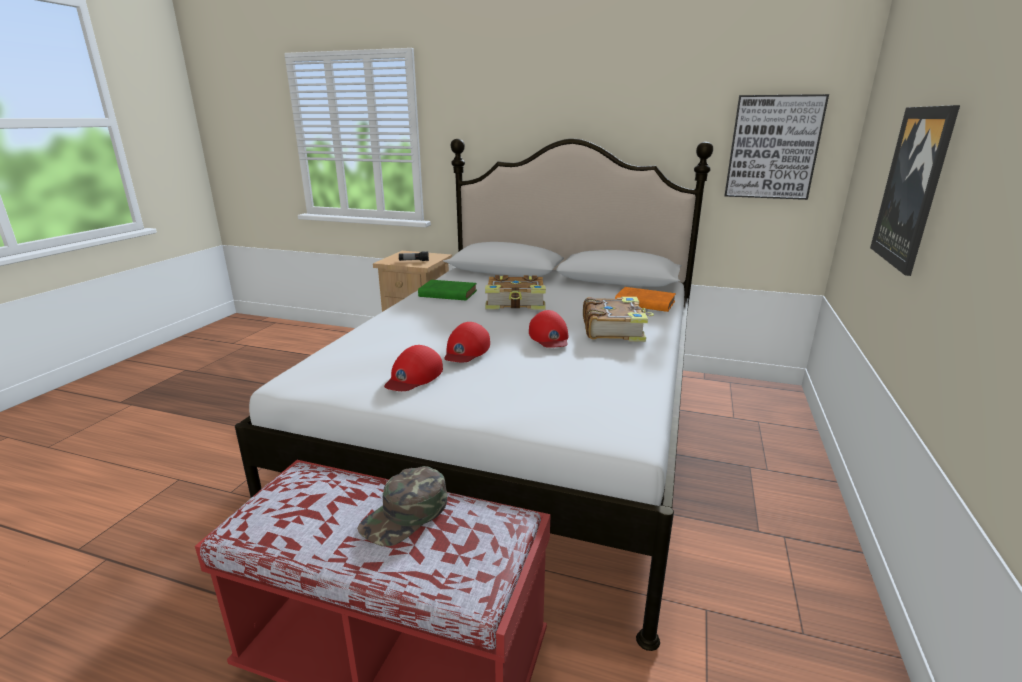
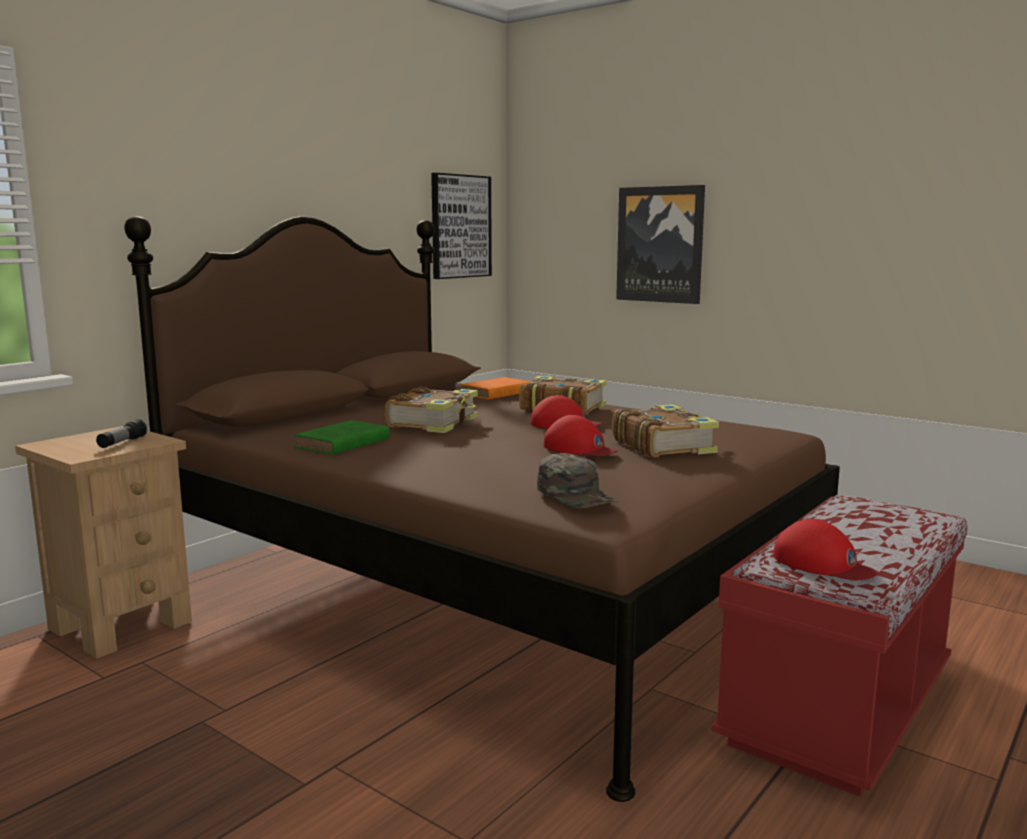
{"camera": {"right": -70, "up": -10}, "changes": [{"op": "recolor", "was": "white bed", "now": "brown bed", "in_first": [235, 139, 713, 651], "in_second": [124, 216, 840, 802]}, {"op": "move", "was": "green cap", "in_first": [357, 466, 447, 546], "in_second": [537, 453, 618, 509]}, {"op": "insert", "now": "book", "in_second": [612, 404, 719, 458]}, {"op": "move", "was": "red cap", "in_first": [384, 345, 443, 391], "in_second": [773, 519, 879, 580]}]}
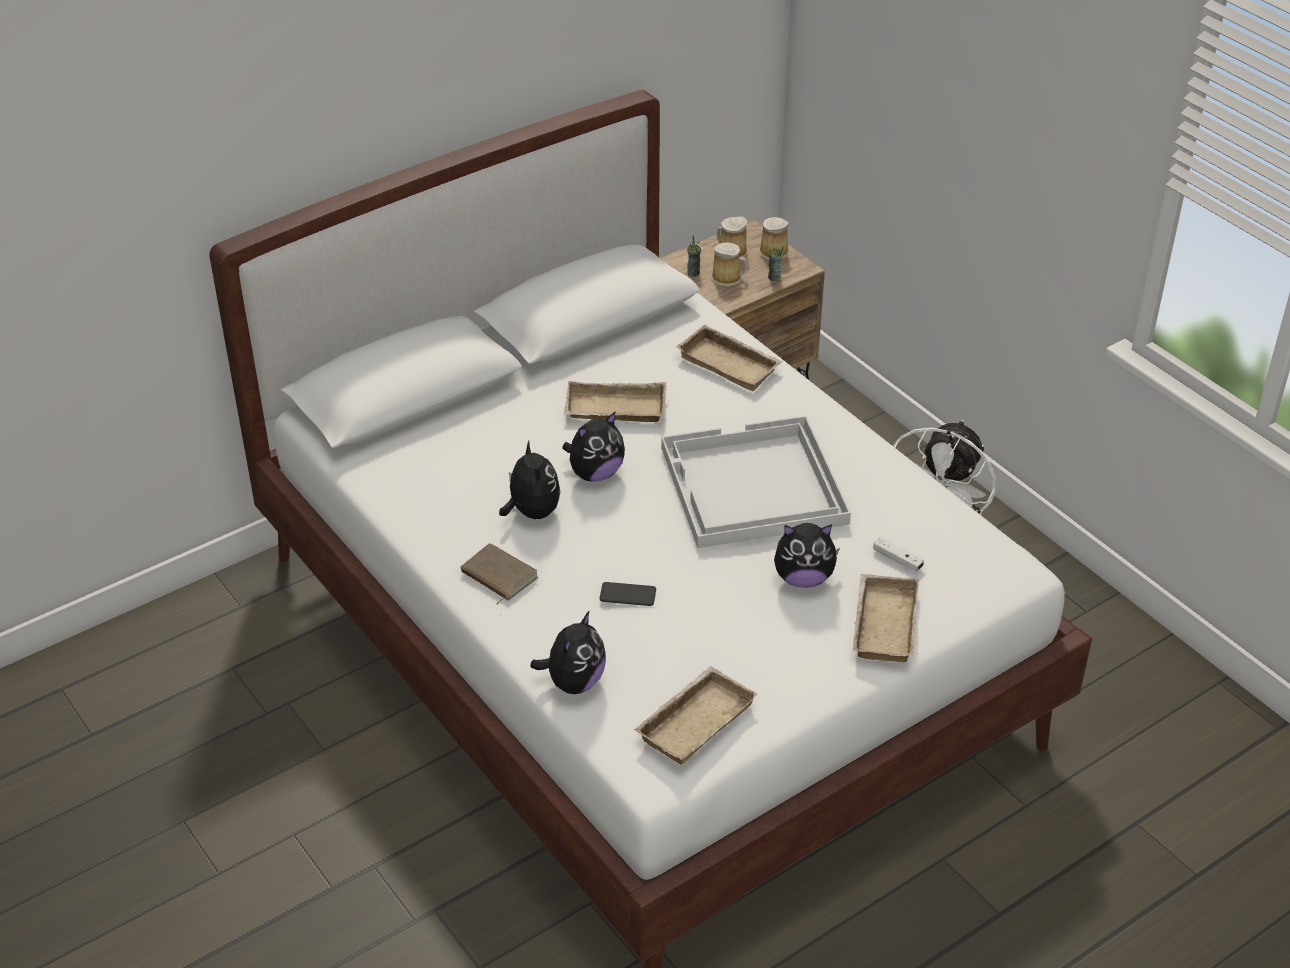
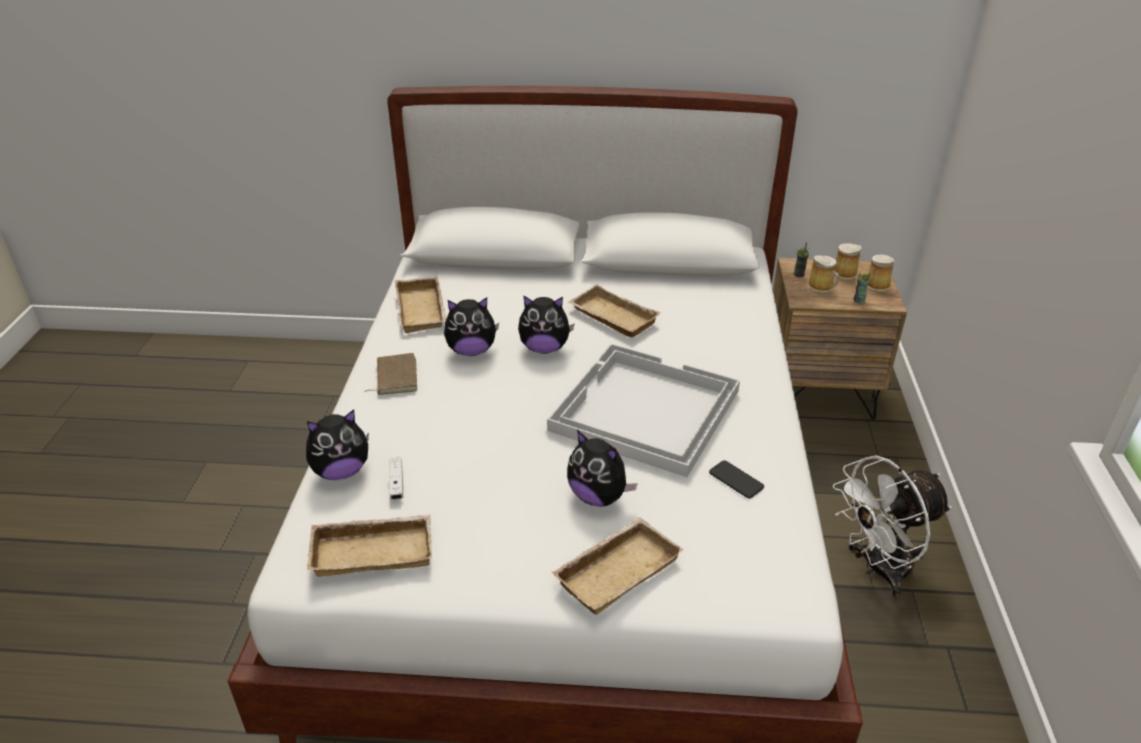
{"camera": {"right": 40, "up": -5}, "changes": [{"op": "move", "was": "white game controller", "in_first": [873, 537, 924, 571], "in_second": [389, 458, 403, 500]}, {"op": "move", "was": "beige tray", "in_first": [676, 324, 783, 391], "in_second": [395, 277, 447, 333]}, {"op": "rotate", "was": "plush toy", "in_first": [499, 441, 560, 519], "in_second": [444, 297, 499, 356], "clockwise": 60}, {"op": "move", "was": "phone", "in_first": [600, 582, 656, 606], "in_second": [709, 460, 764, 498]}]}
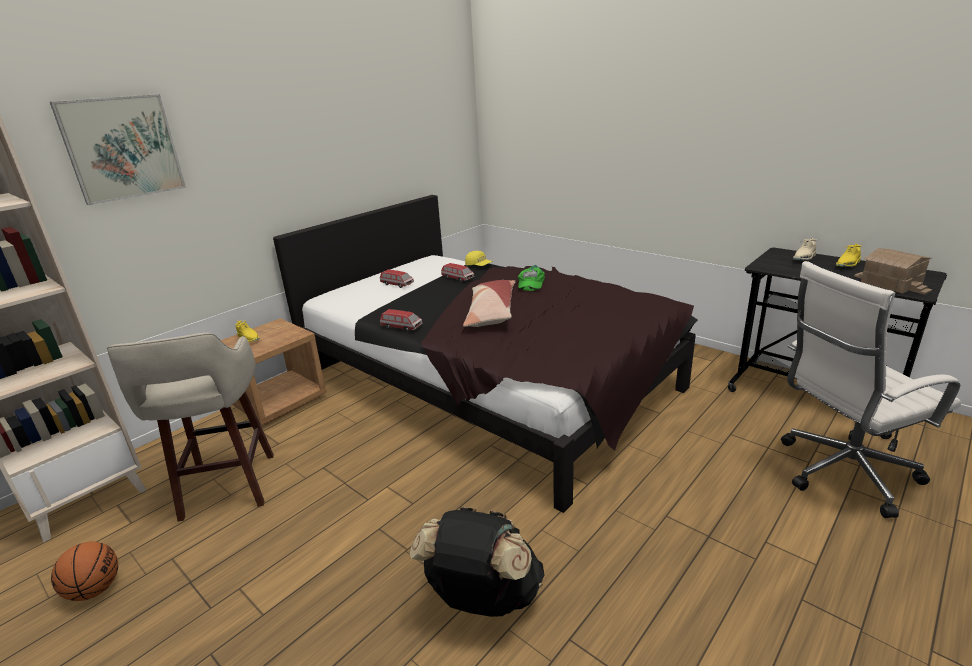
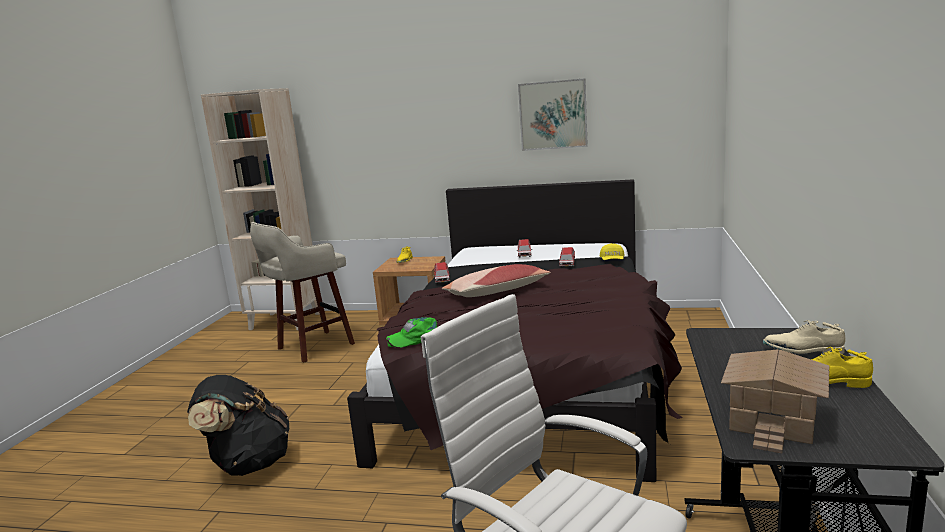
{"camera": {"right": 60, "up": -10}, "changes": [{"op": "move", "was": "green cap", "in_first": [518, 265, 545, 291], "in_second": [386, 317, 437, 348]}, {"op": "move", "was": "picture", "in_first": [50, 94, 186, 205], "in_second": [518, 78, 588, 151]}, {"op": "delete", "was": "basketball", "in_first": [51, 542, 118, 601]}]}
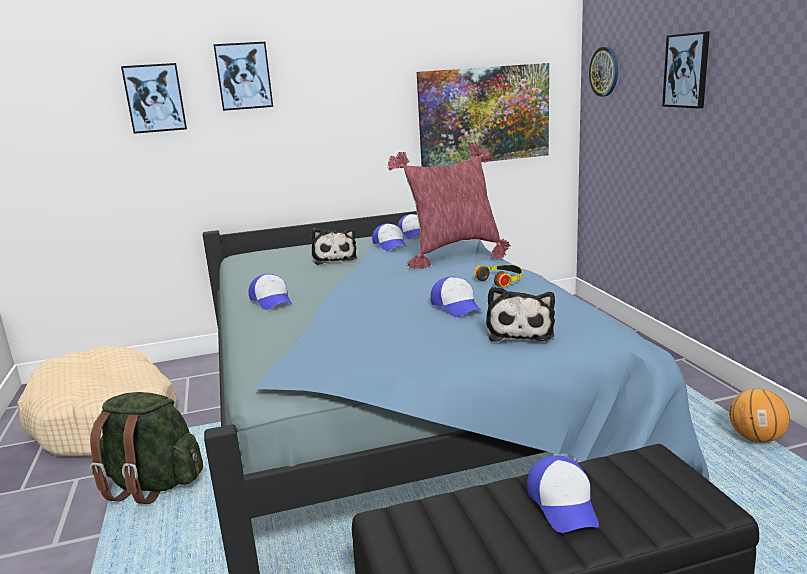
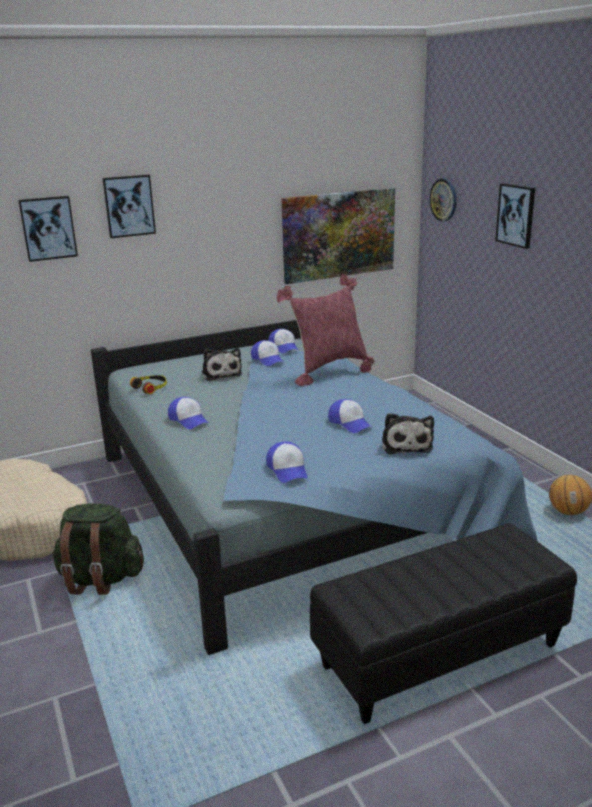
{"camera": {"right": -10, "up": 5}, "changes": [{"op": "move", "was": "headphones", "in_first": [475, 265, 523, 287], "in_second": [130, 375, 167, 394]}, {"op": "move", "was": "cap", "in_first": [527, 456, 599, 533], "in_second": [266, 442, 308, 483]}]}
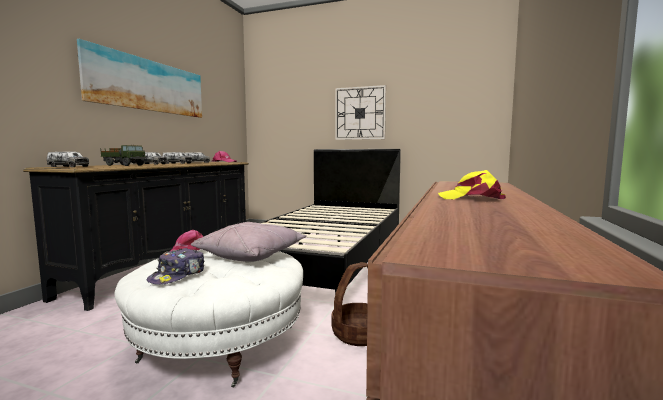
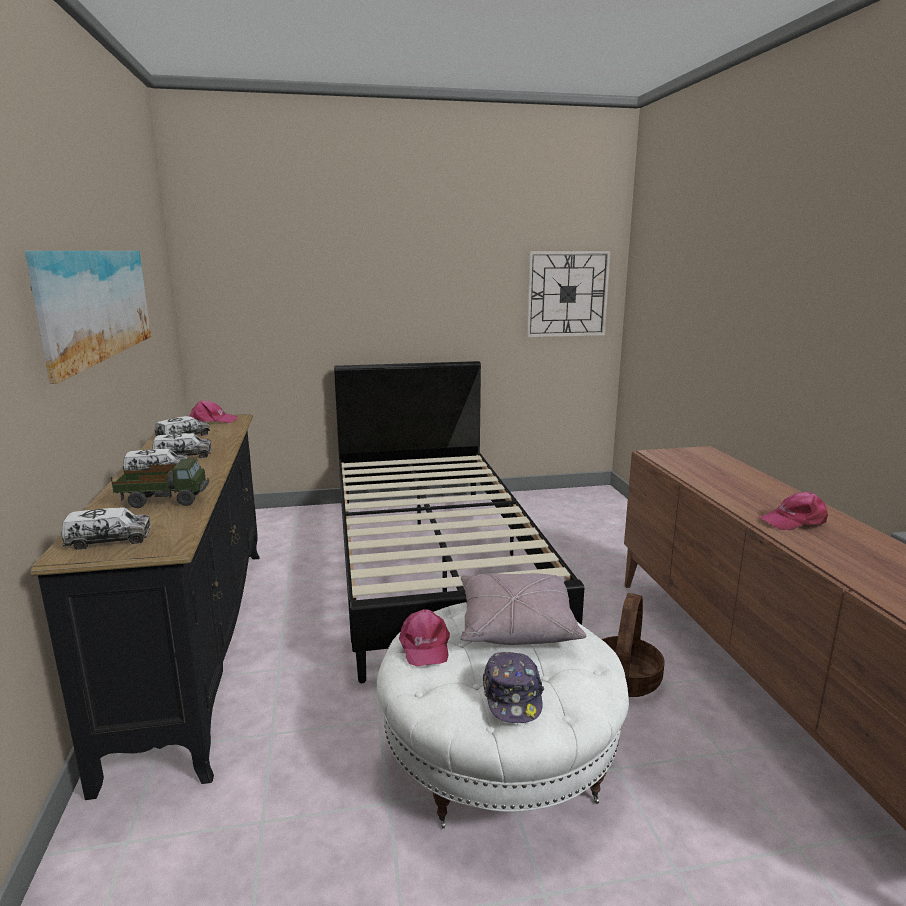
{"camera": {"right": -30, "up": 10}, "changes": [{"op": "move", "was": "wall clock", "in_first": [335, 85, 386, 140], "in_second": [526, 251, 611, 337]}, {"op": "recolor", "was": "yellow cap", "now": "pink cap", "in_first": [438, 170, 506, 199], "in_second": [759, 492, 828, 530]}]}
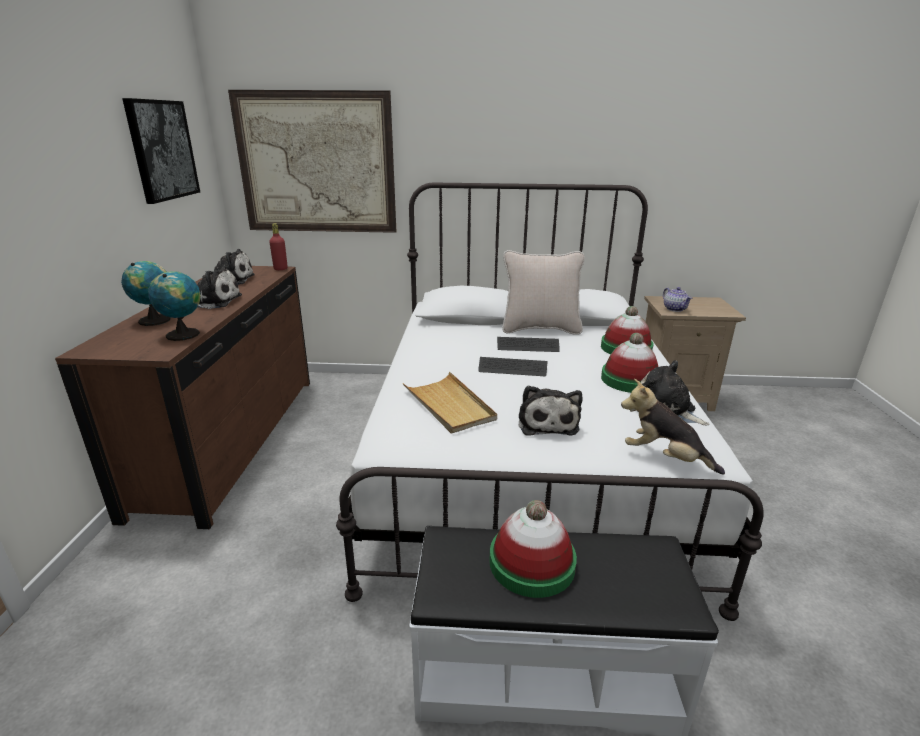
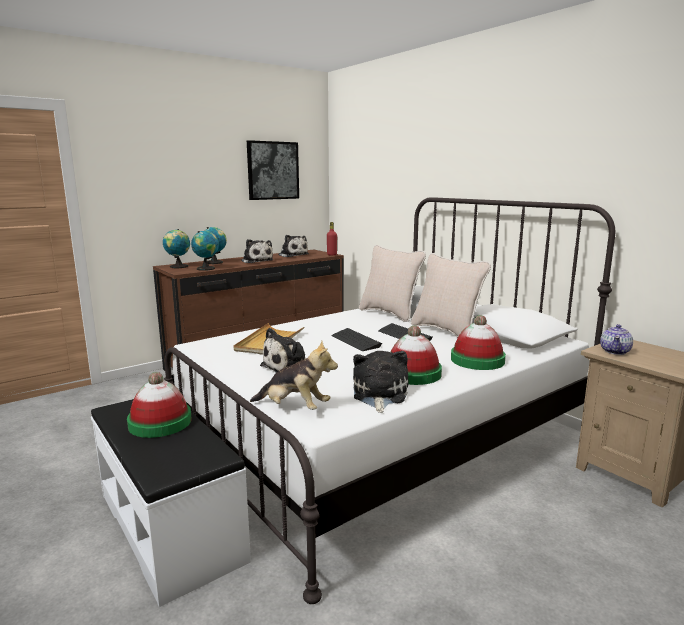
{"camera": {"right": 50, "up": -10}, "changes": [{"op": "insert", "now": "globe", "in_second": [163, 229, 190, 268]}, {"op": "rotate", "was": "plush toy", "in_first": [621, 379, 725, 475], "in_second": [250, 341, 338, 410], "clockwise": 120}, {"op": "insert", "now": "beige pillow", "in_second": [359, 245, 426, 322]}, {"op": "delete", "was": "picture", "in_first": [228, 90, 396, 233]}]}
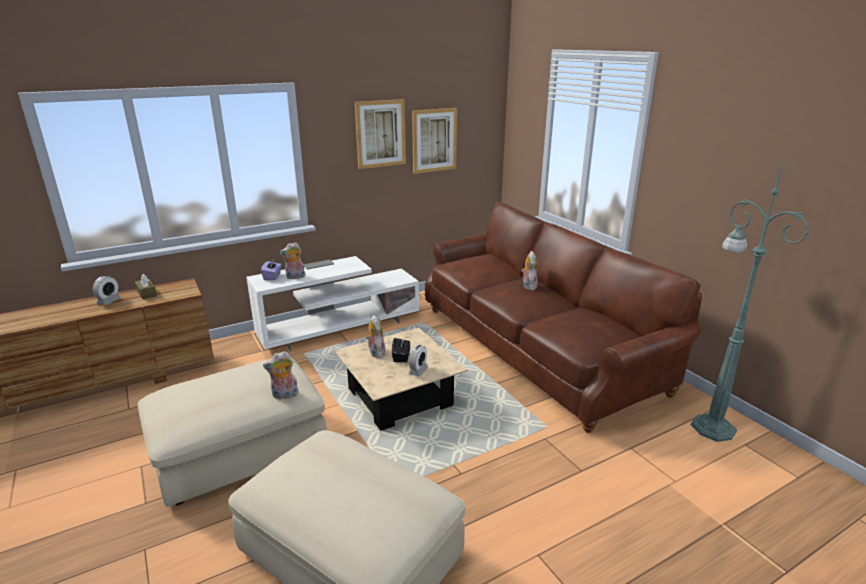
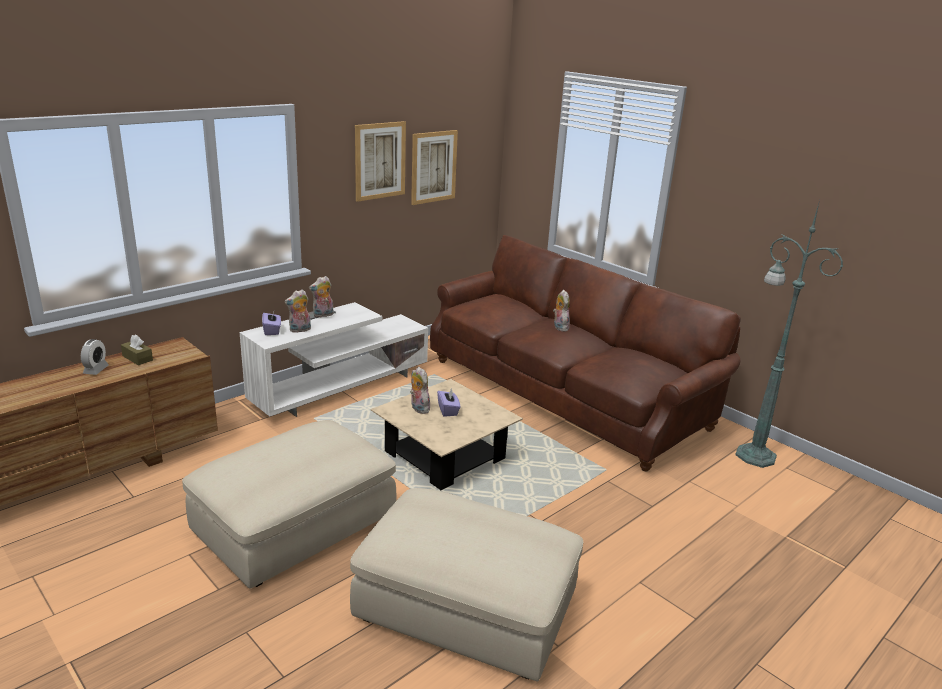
{"camera": {"right": -15, "up": 0}, "changes": [{"op": "move", "was": "plush toy", "in_first": [263, 351, 299, 400], "in_second": [309, 276, 334, 317]}, {"op": "recolor", "was": "black tissue box", "now": "purple tissue box", "in_first": [392, 338, 410, 362], "in_second": [437, 388, 460, 417]}, {"op": "delete", "was": "alarm clock", "in_first": [408, 345, 428, 377]}]}
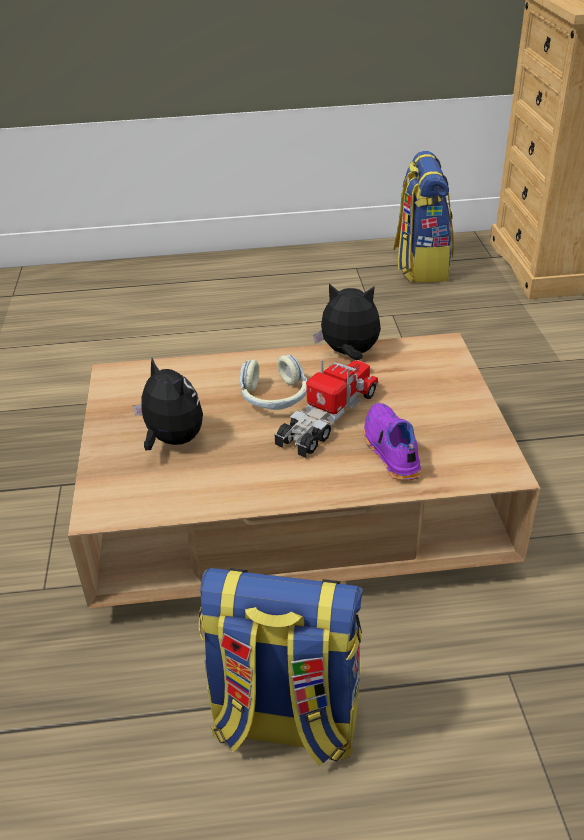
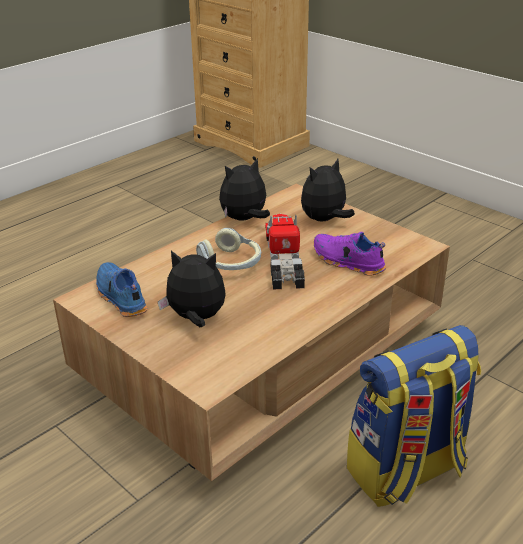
{"camera": {"right": -40, "up": -5}, "changes": [{"op": "insert", "now": "blue shoe", "in_second": [96, 262, 147, 317]}, {"op": "insert", "now": "plush toy", "in_second": [301, 159, 355, 222]}, {"op": "delete", "was": "backpack", "in_first": [394, 151, 454, 283]}]}
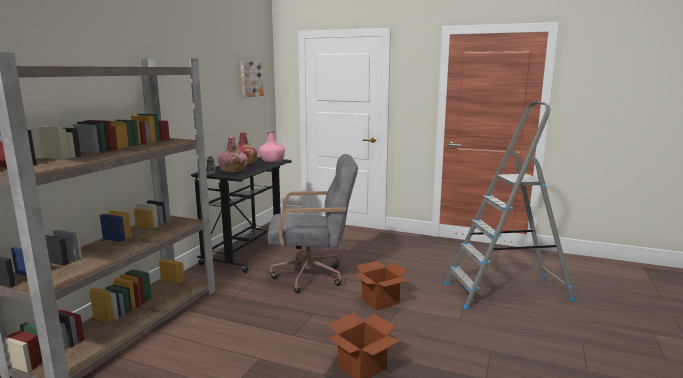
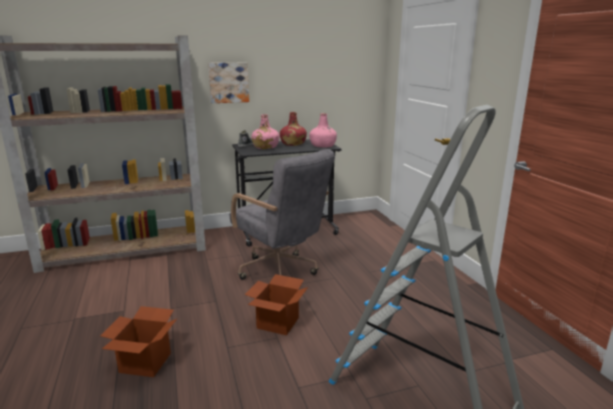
{"camera": {"right": 50, "up": 5}, "changes": [{"op": "move", "was": "picture", "in_first": [240, 61, 264, 97], "in_second": [208, 63, 249, 103]}]}
